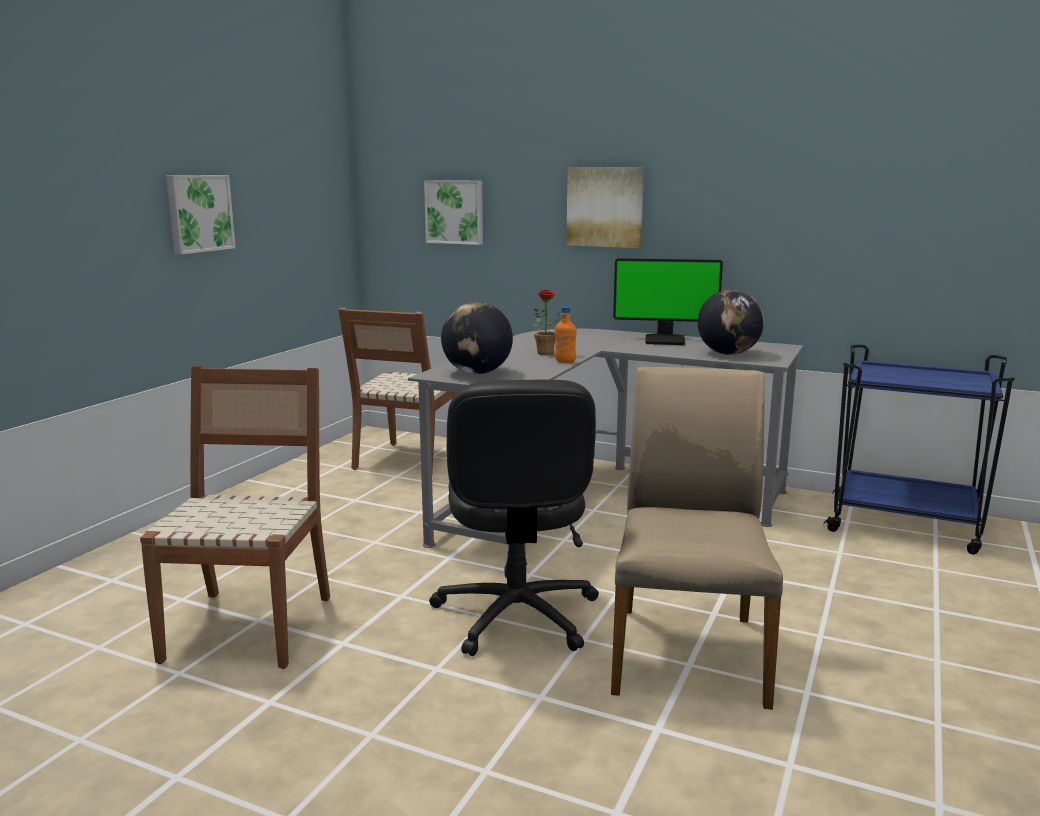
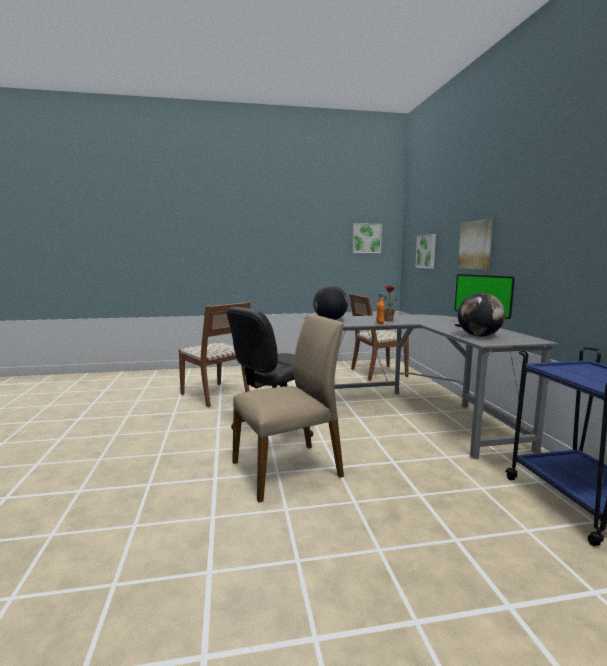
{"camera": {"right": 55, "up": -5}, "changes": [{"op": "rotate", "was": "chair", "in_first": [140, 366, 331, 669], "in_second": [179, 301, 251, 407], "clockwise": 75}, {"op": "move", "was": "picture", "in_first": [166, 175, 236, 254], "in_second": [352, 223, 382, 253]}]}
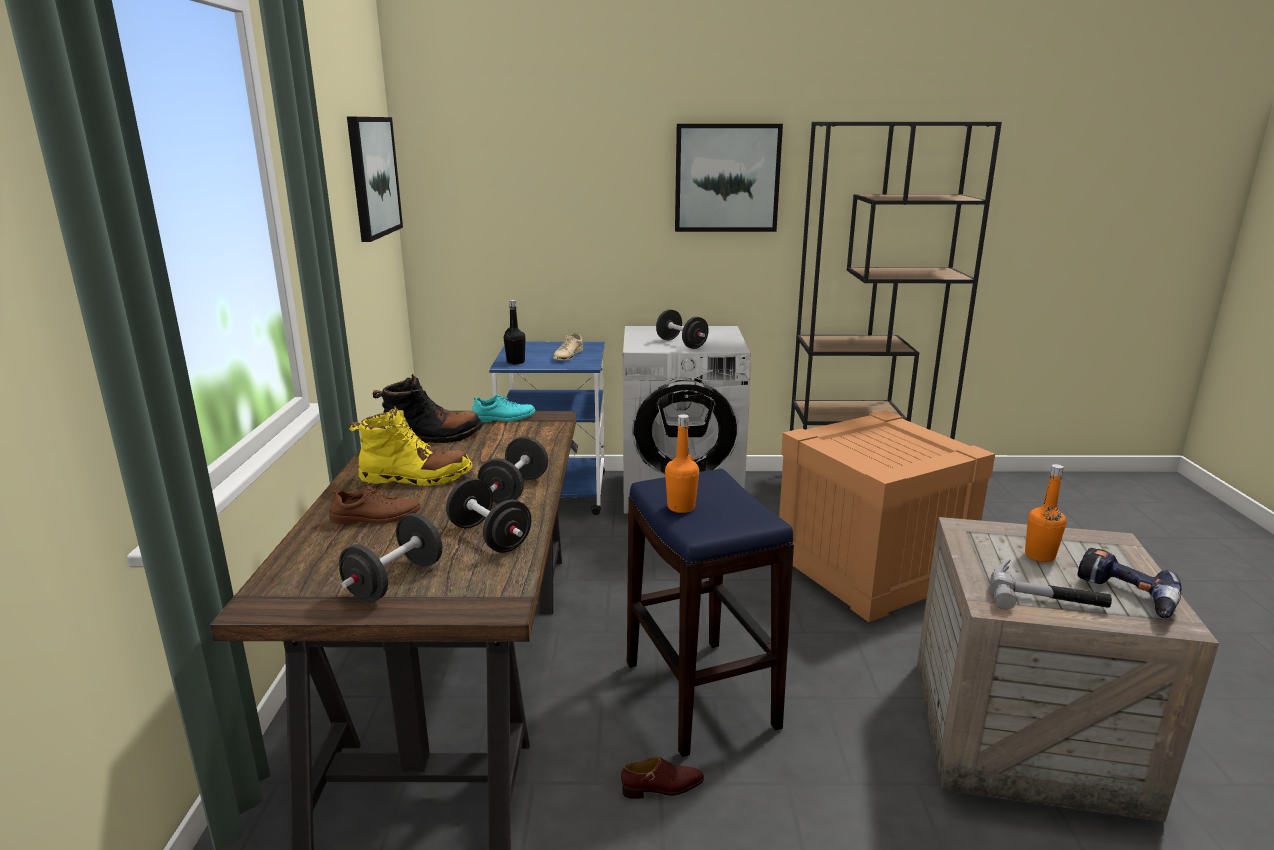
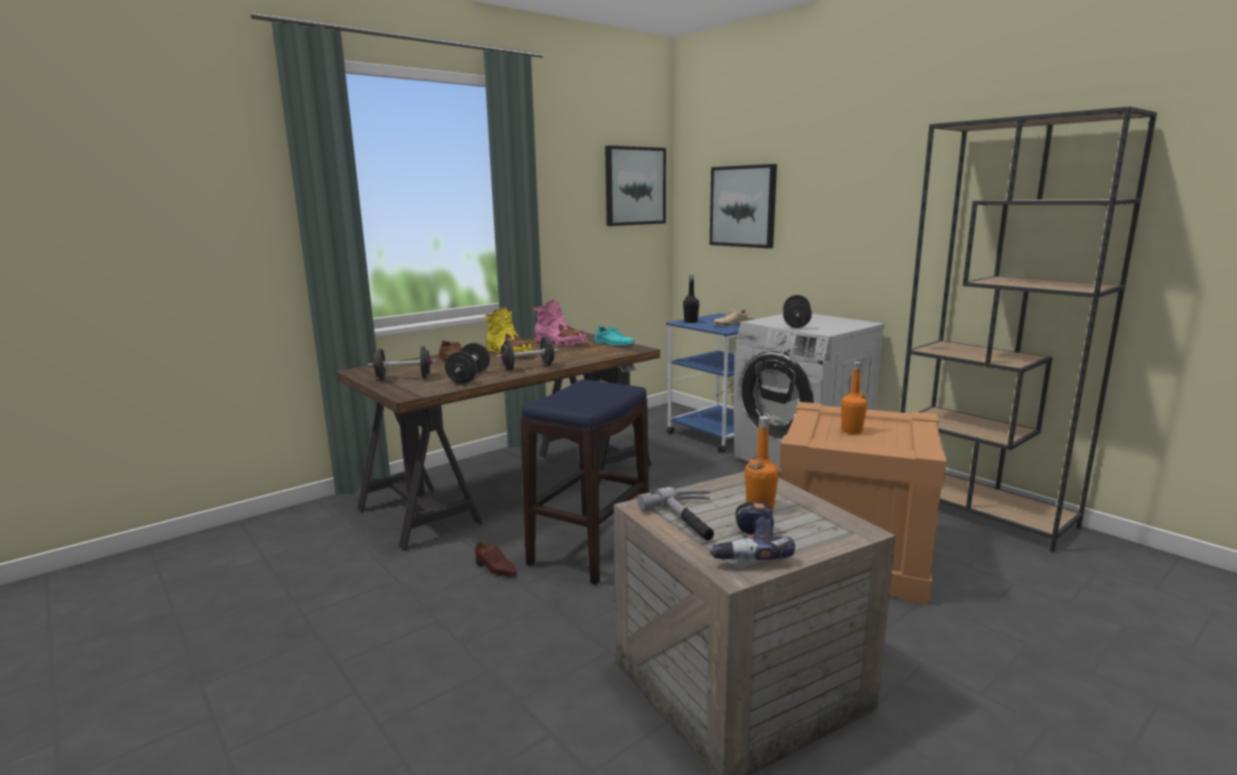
{"camera": {"right": 50, "up": -5}, "changes": [{"op": "recolor", "was": "black boot", "now": "pink boot", "in_first": [372, 374, 483, 443], "in_second": [532, 300, 588, 347]}, {"op": "move", "was": "picture", "in_first": [675, 124, 783, 232], "in_second": [710, 164, 777, 249]}, {"op": "move", "was": "orange bottle", "in_first": [665, 414, 699, 513], "in_second": [841, 361, 867, 434]}]}
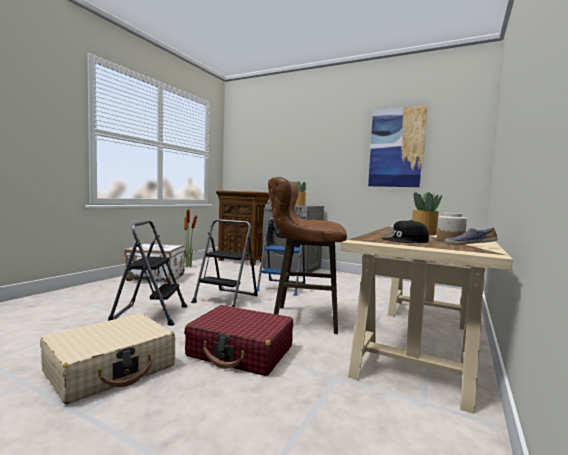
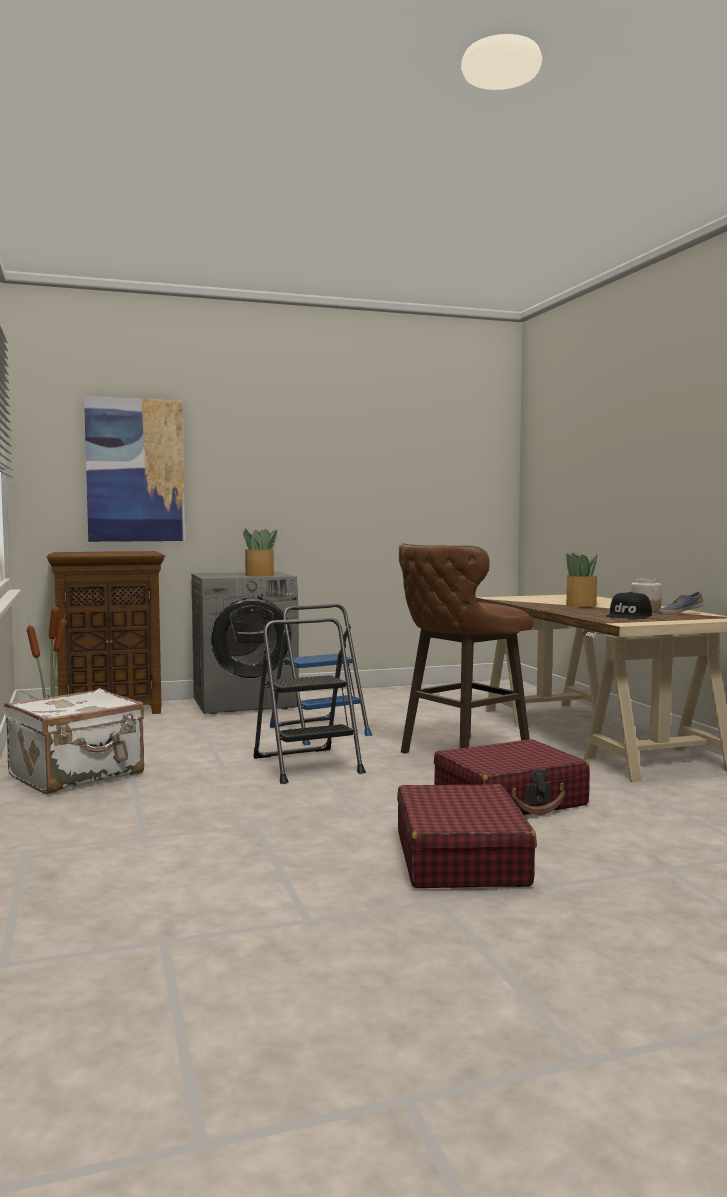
{"camera": {"right": -45, "up": 0}, "changes": [{"op": "move", "was": "picture", "in_first": [368, 106, 428, 187], "in_second": [84, 396, 185, 542]}, {"op": "recolor", "was": "beige suitcase", "now": "red suitcase", "in_first": [40, 314, 175, 404], "in_second": [397, 784, 537, 888]}, {"op": "delete", "was": "black step ladder", "in_first": [108, 221, 188, 326]}]}
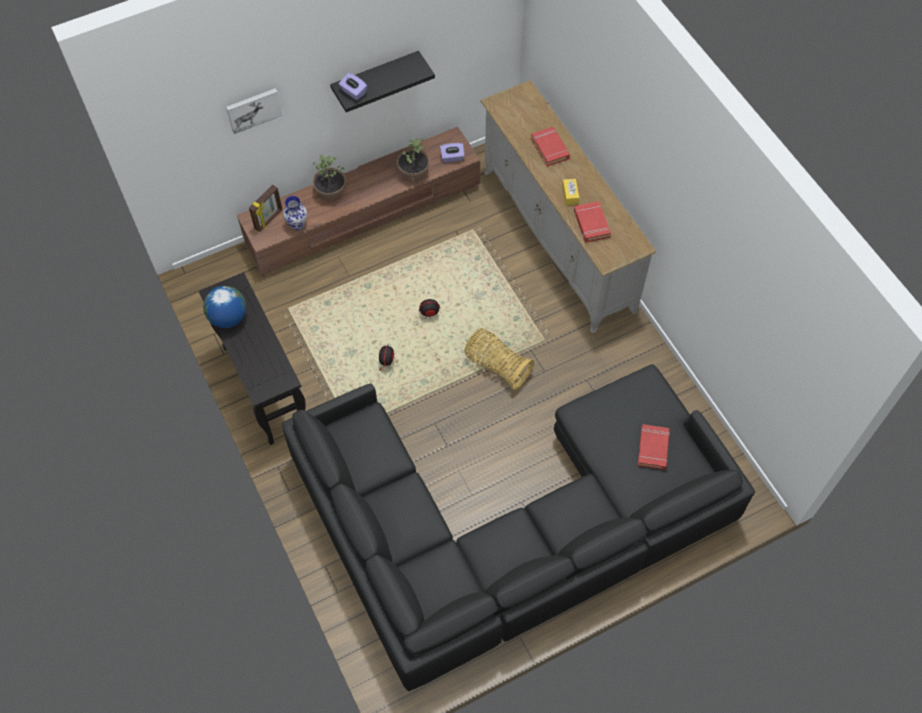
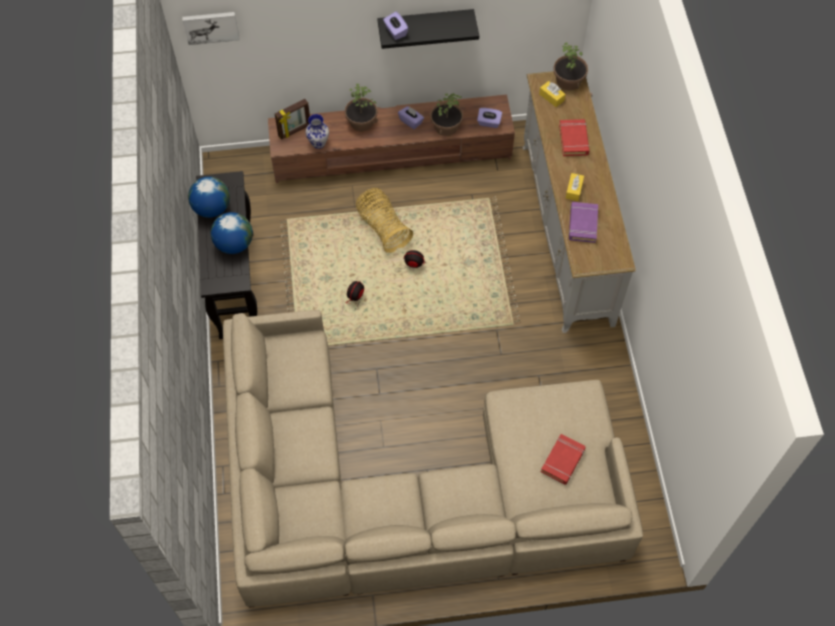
{"camera": {"right": 20, "up": 0}, "changes": [{"op": "move", "was": "picture", "in_first": [226, 88, 282, 134], "in_second": [182, 12, 240, 45]}, {"op": "insert", "now": "globe", "in_second": [211, 212, 253, 254]}, {"op": "recolor", "was": "black sofa", "now": "beige sofa", "in_first": [282, 364, 755, 692], "in_second": [223, 310, 643, 608]}, {"op": "move", "was": "basket", "in_first": [464, 328, 534, 390], "in_second": [356, 188, 413, 253]}, {"op": "insert", "now": "purple tissue box", "in_second": [398, 106, 424, 130]}, {"op": "insert", "now": "yellow tissue box", "in_second": [539, 81, 566, 107]}, {"op": "insert", "now": "potted plant", "in_second": [553, 42, 588, 90]}, {"op": "recolor", "was": "red book", "now": "purple book", "in_first": [574, 201, 611, 242], "in_second": [569, 202, 598, 243]}]}
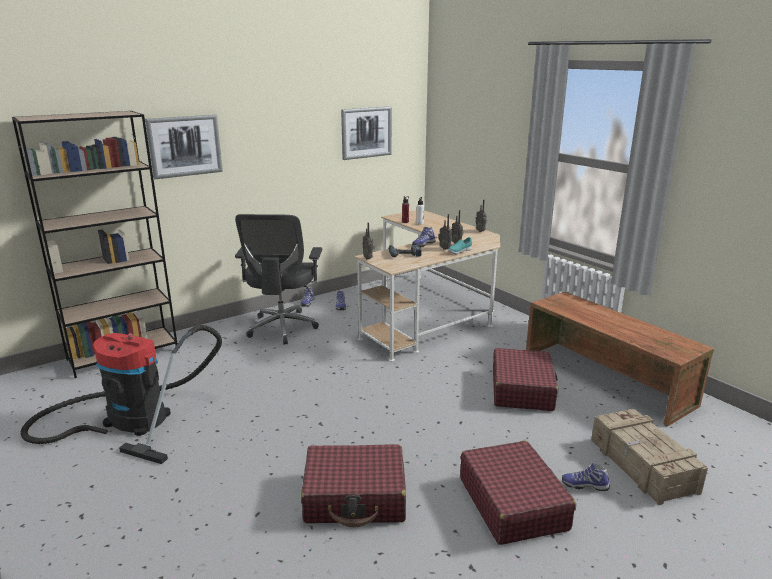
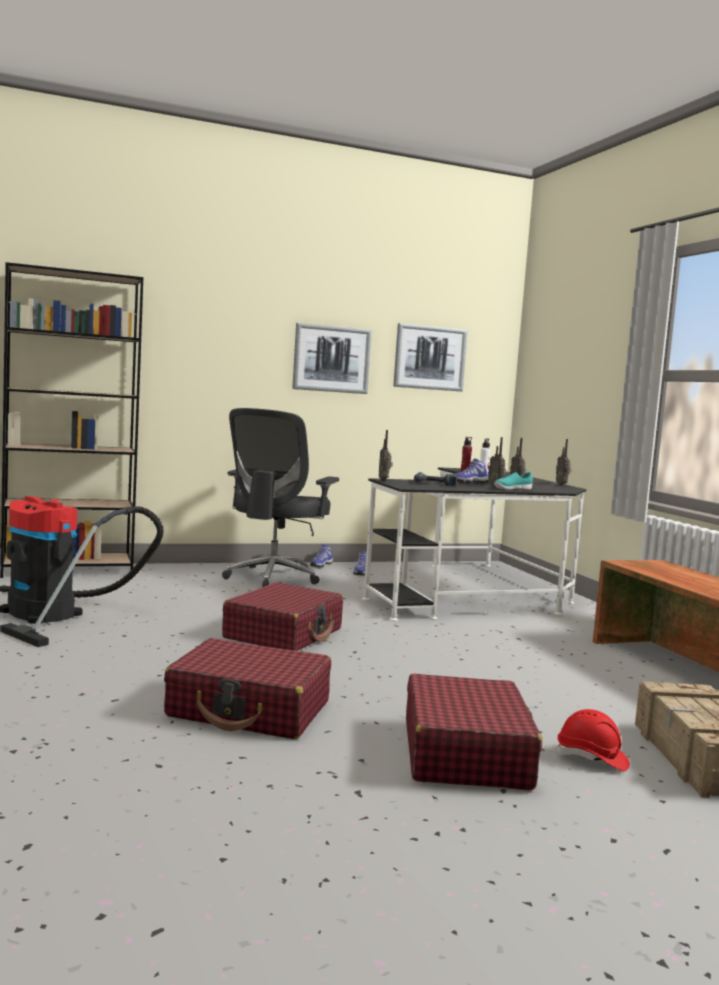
{"camera": {"right": 15, "up": -15}, "changes": [{"op": "move", "was": "red suitcase", "in_first": [493, 348, 558, 411], "in_second": [222, 582, 343, 651]}, {"op": "move", "was": "picture", "in_first": [145, 115, 223, 179], "in_second": [292, 323, 372, 394]}, {"op": "recolor", "was": "beige desk", "now": "black desk", "in_first": [354, 210, 500, 362], "in_second": [362, 467, 586, 621]}, {"op": "replace", "was": "shoe", "now": "red hard hat", "in_first": [562, 463, 610, 491], "in_second": [555, 709, 630, 771]}]}
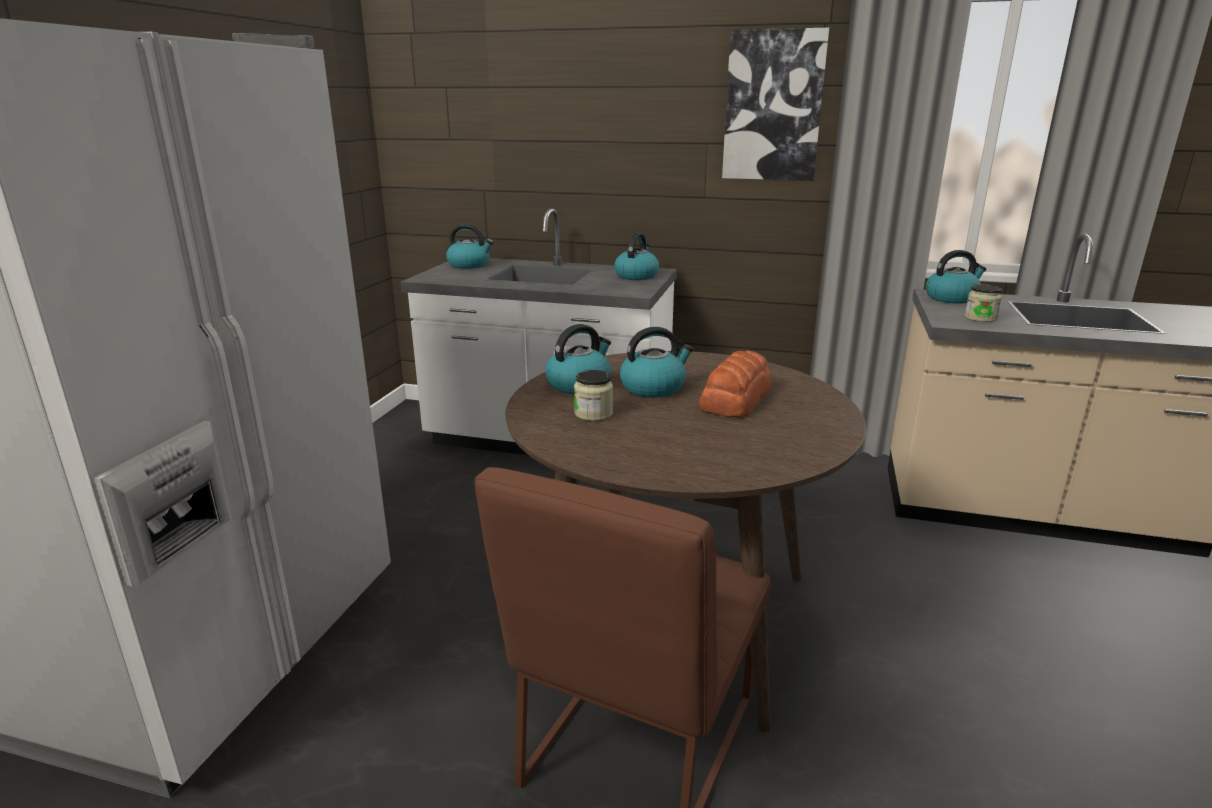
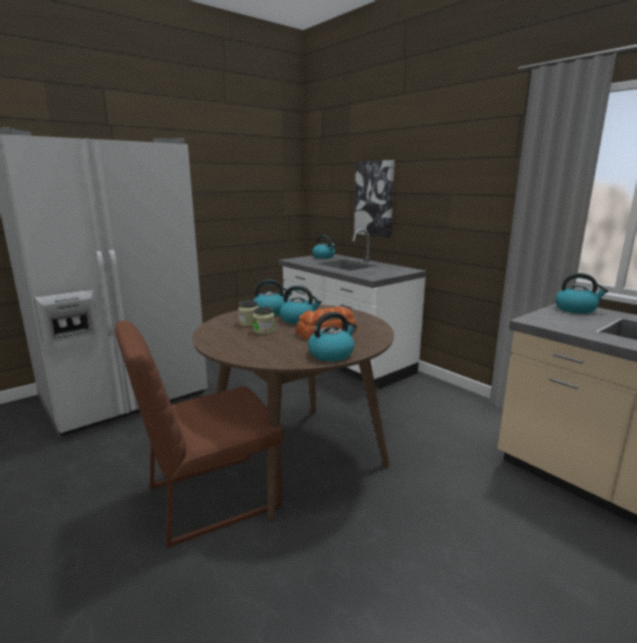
{"camera": {"right": 35, "up": -5}, "changes": [{"op": "move", "was": "jar", "in_first": [965, 284, 1002, 322], "in_second": [253, 307, 275, 334]}, {"op": "move", "was": "kettle", "in_first": [614, 233, 659, 280], "in_second": [308, 312, 357, 361]}, {"op": "move", "was": "picture", "in_first": [722, 28, 829, 181], "in_second": [354, 160, 395, 238]}]}
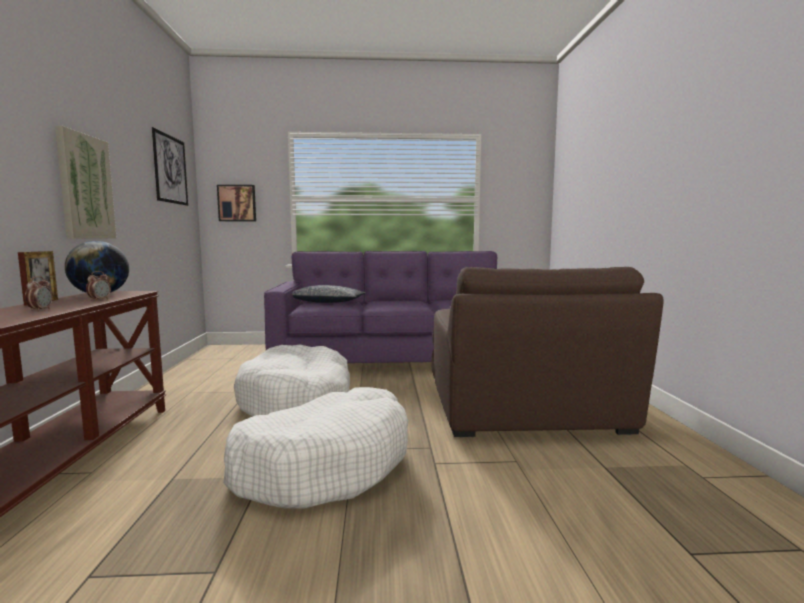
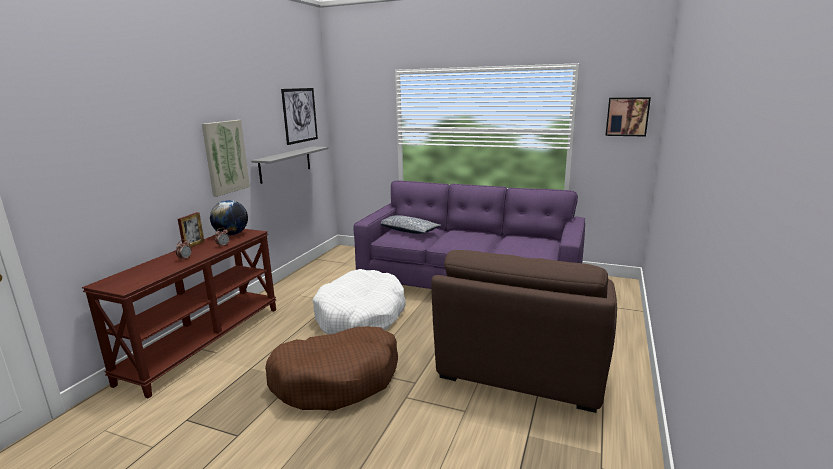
{"camera": {"right": 25, "up": 10}, "changes": [{"op": "insert", "now": "grey shelf", "in_second": [251, 147, 329, 184]}, {"op": "recolor", "was": "white dog bed", "now": "brown dog bed", "in_first": [223, 387, 408, 509], "in_second": [265, 326, 398, 411]}, {"op": "move", "was": "picture", "in_first": [217, 185, 256, 221], "in_second": [605, 97, 651, 137]}]}
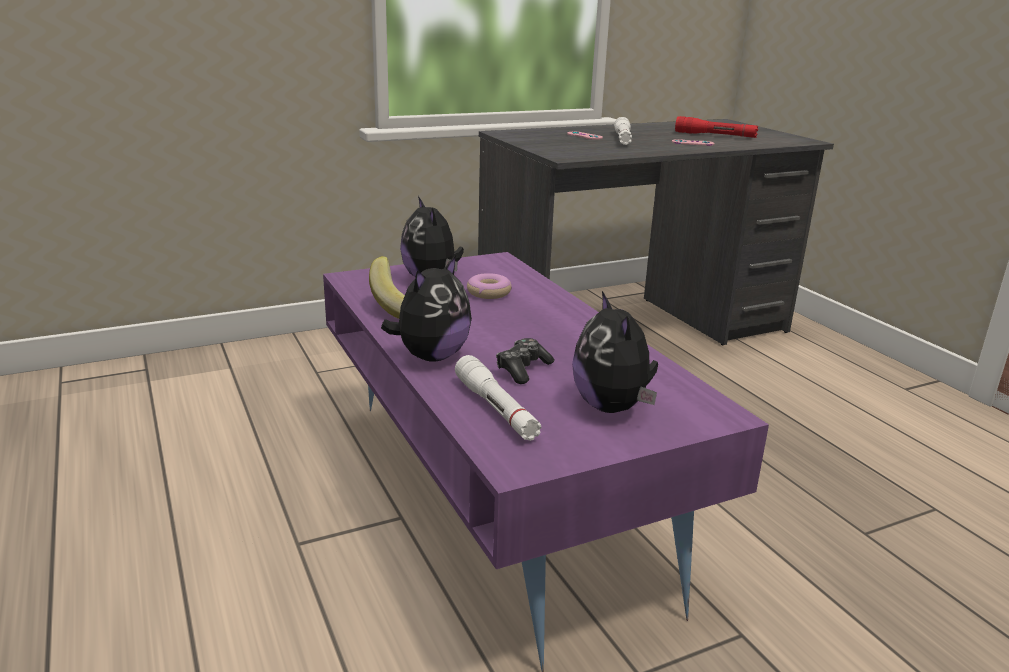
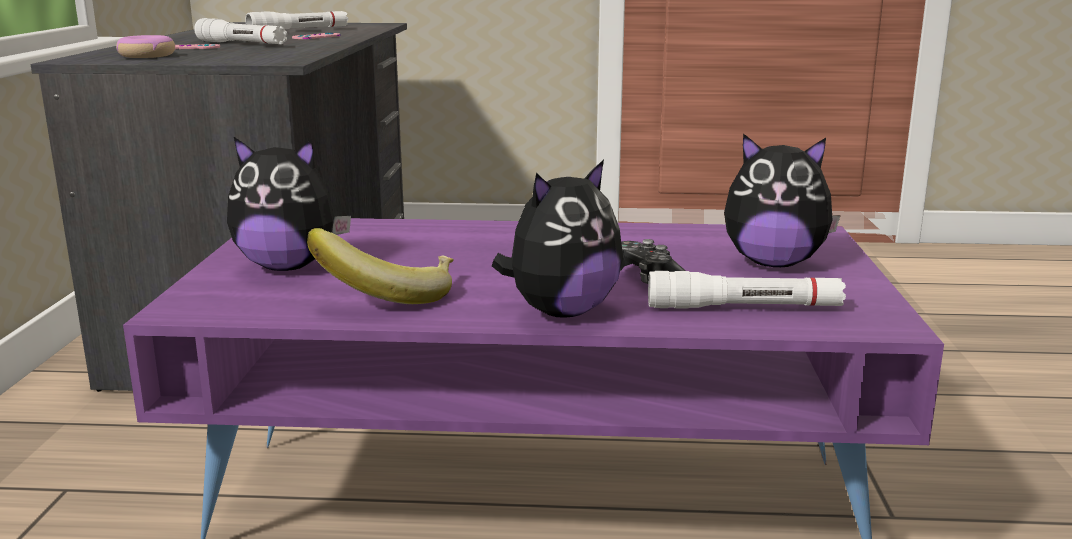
{"camera": {"right": -60, "up": -5}, "changes": [{"op": "move", "was": "donut", "in_first": [467, 273, 512, 299], "in_second": [116, 35, 175, 58]}, {"op": "recolor", "was": "red flashlight", "now": "white flashlight", "in_first": [675, 116, 758, 138], "in_second": [245, 11, 348, 30]}, {"op": "rotate", "was": "plush toy", "in_first": [381, 256, 472, 362], "in_second": [492, 160, 623, 318], "clockwise": 75}]}
